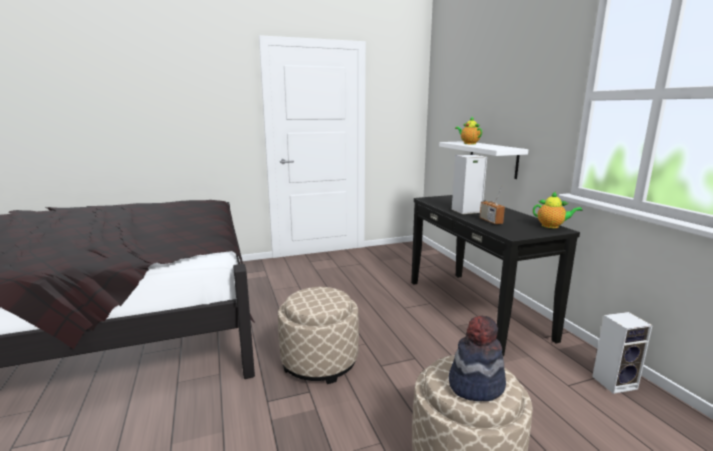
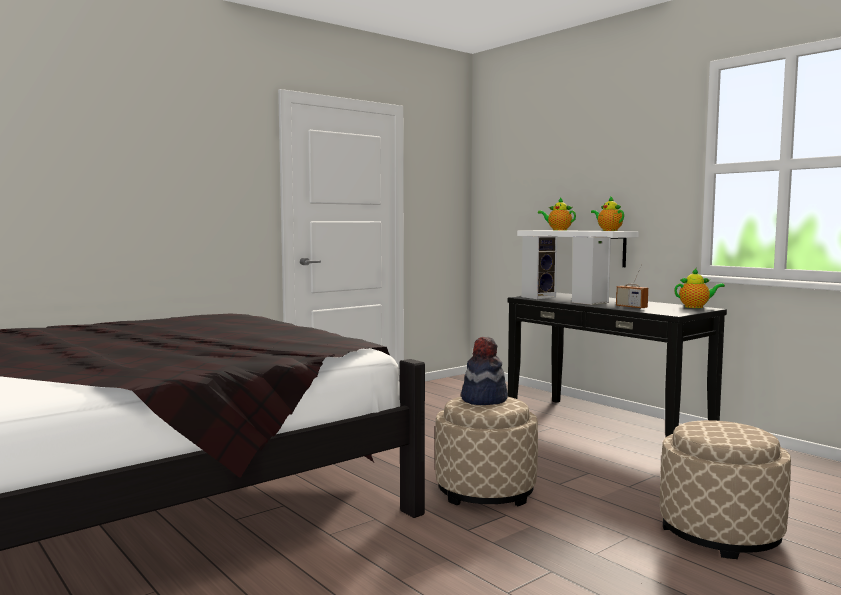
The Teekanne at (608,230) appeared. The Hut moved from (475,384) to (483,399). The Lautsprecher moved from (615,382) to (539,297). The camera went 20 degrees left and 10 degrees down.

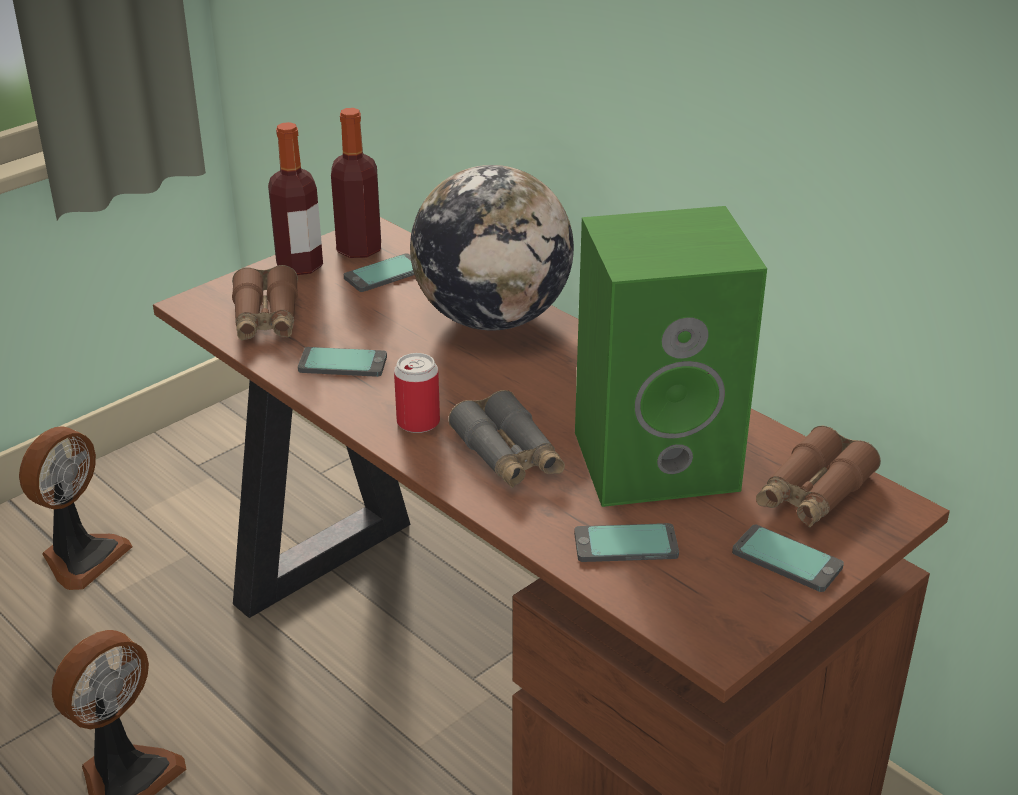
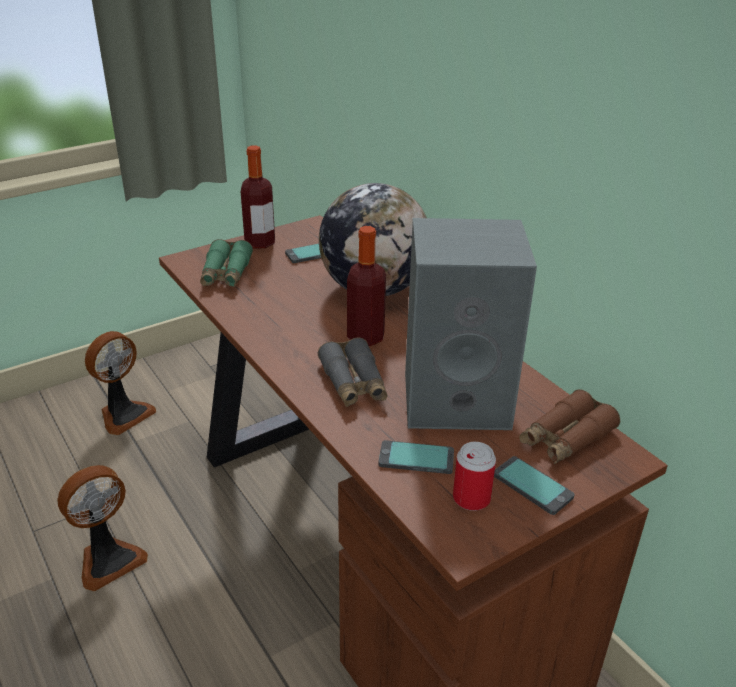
The Handy at (343,363) disappeared. The Flasche moved from (359,249) to (365,337). The Dose moved from (418,422) to (471,498). The Fernglas/braun at (266,318) became the Fernglas/grün at (226,274). The Lautsprecher/grün at (658,458) became the Lautsprecher/grau at (459,398). The camera went 10 degrees right and 0 degrees up.

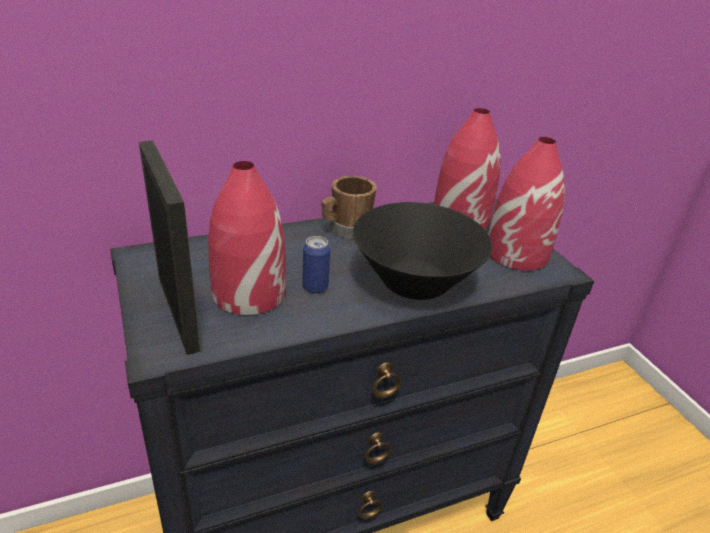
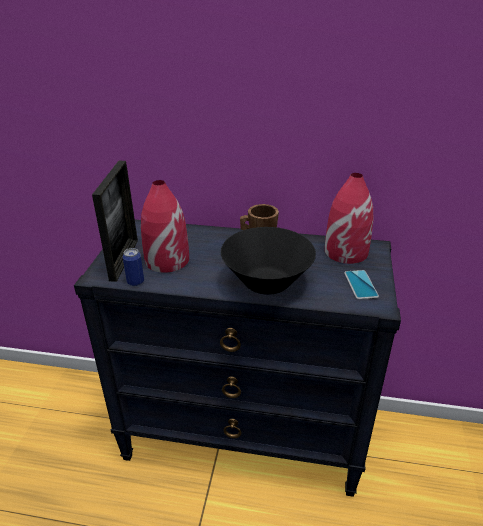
The Dose moved from (315,287) to (135,282). The Vase/rot at (516,253) was replaced by the Handy at (360,285). The camera went 35 degrees right and 0 degrees up.

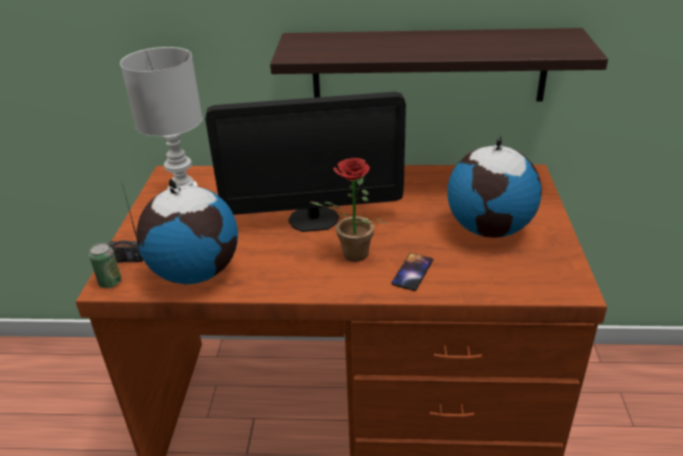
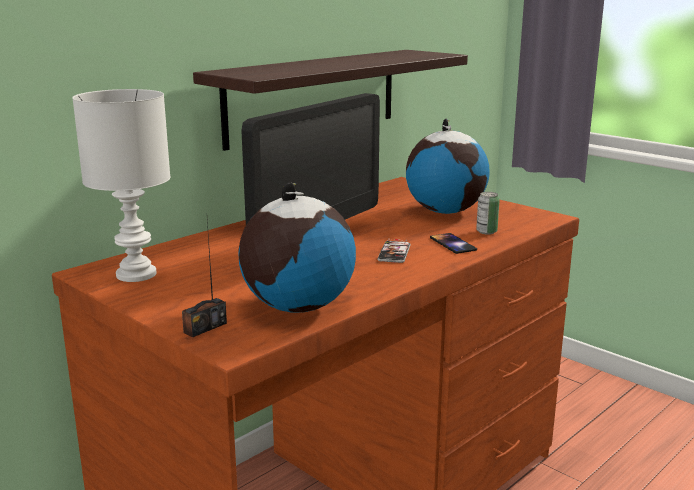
The Dose moved from (110,282) to (486,232). The Topfpflanze at (350,256) was replaced by the Handy at (394,253). The camera went 50 degrees left and 15 degrees down.

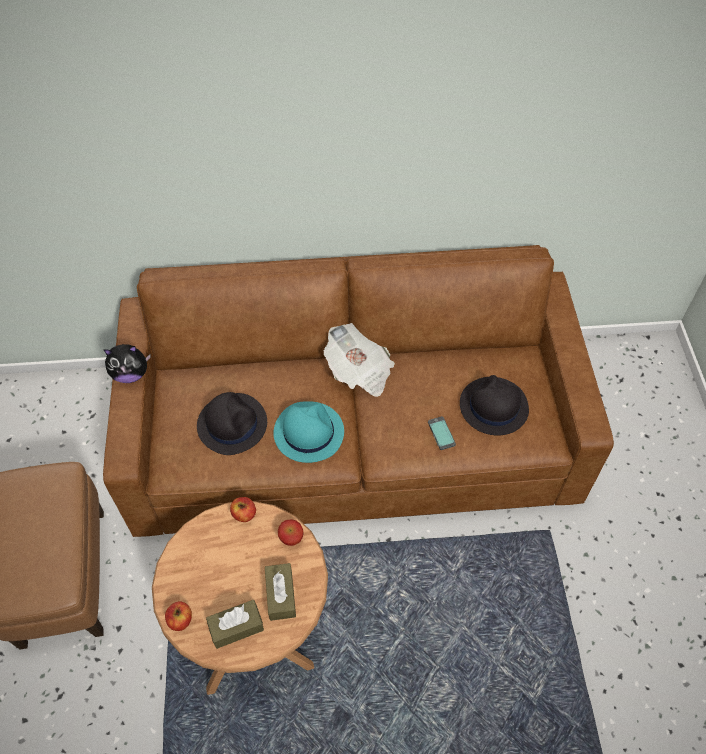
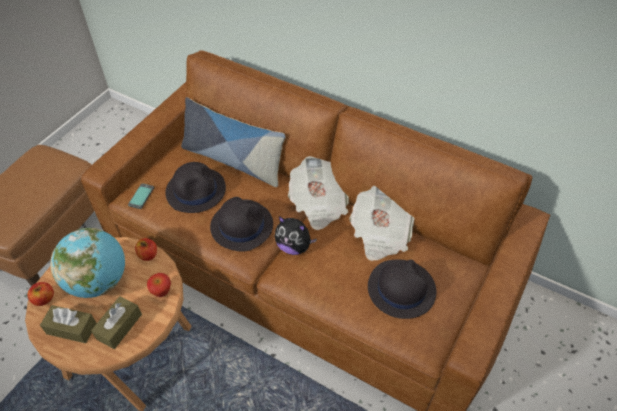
The Globus at (99,281) appeared. The Kissen at (233,161) appeared. The Zeitung at (380,233) appeared. The Plüschtier moved from (131,374) to (294,246). The Handy moved from (441,433) to (141,196). The Hut/türkis at (308,432) became the Hut/schwarz at (241,225). The camera went 35 degrees right and 5 degrees down.

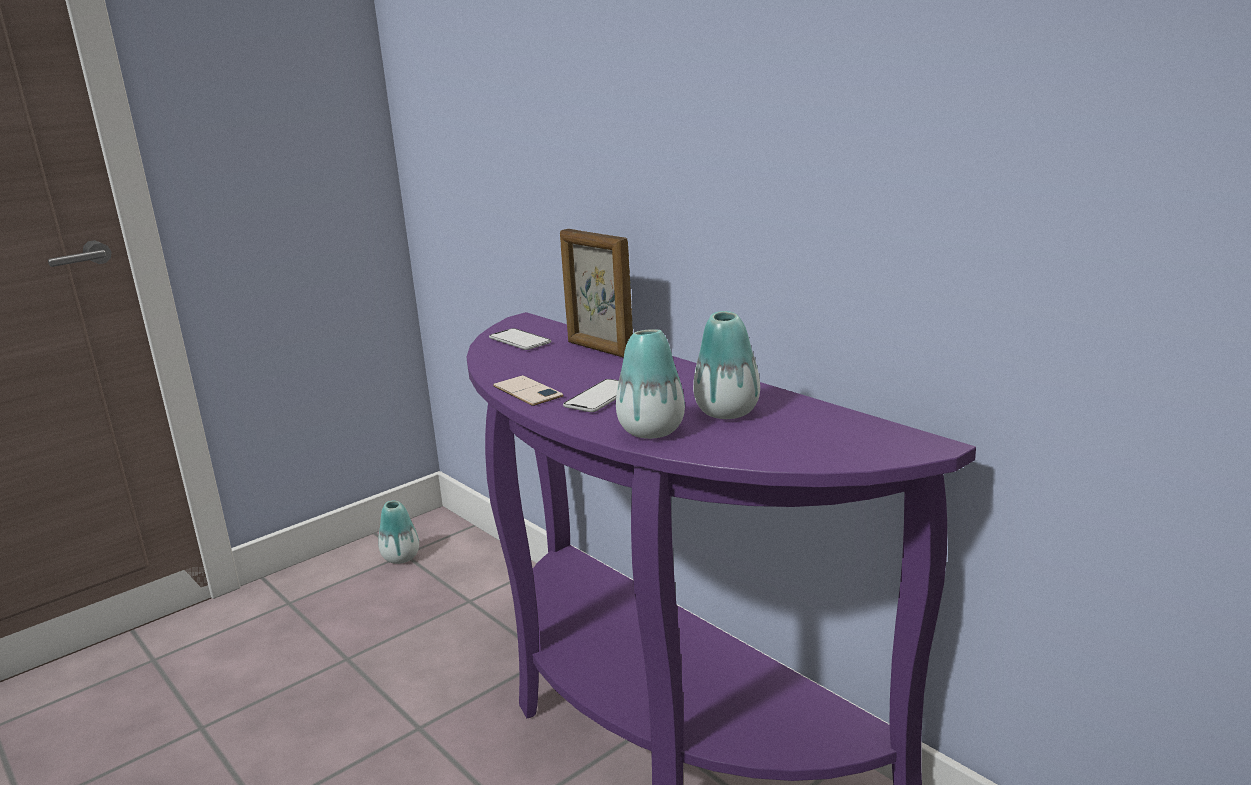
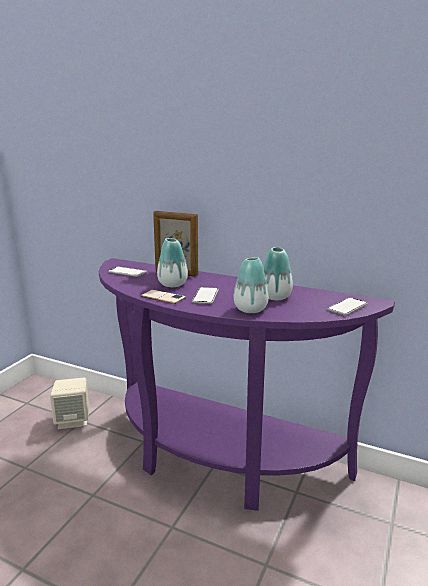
The Lautsprecher/beige at (73,420) appeared. The Handy at (347,307) appeared. The Vase moved from (401,557) to (172,284). The camera went 25 degrees left and 0 degrees up.

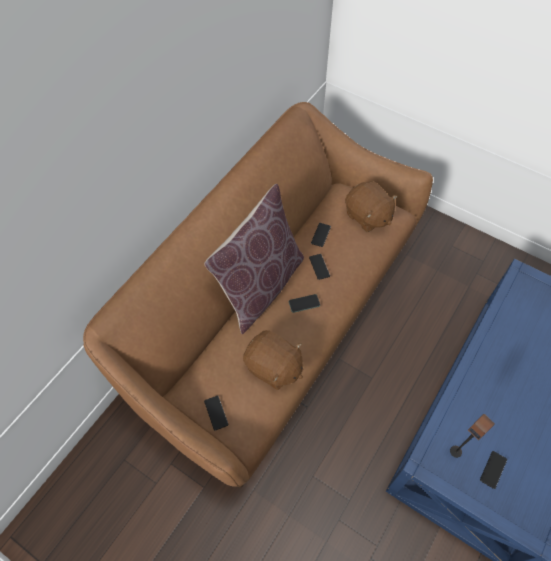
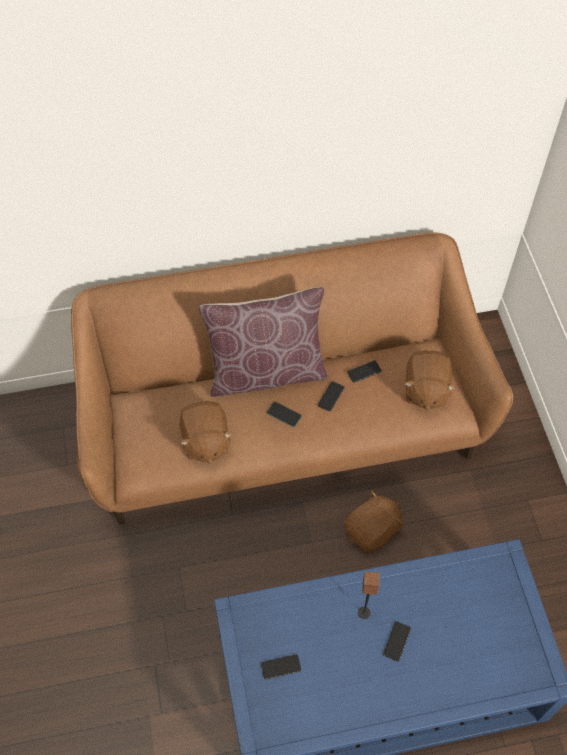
The Plüschtier/braun at (373,531) appeared. The Handy moved from (216,413) to (397,641). The Lautsprecher moved from (456,451) to (364,613). The camera went 45 degrees right and 0 degrees up.

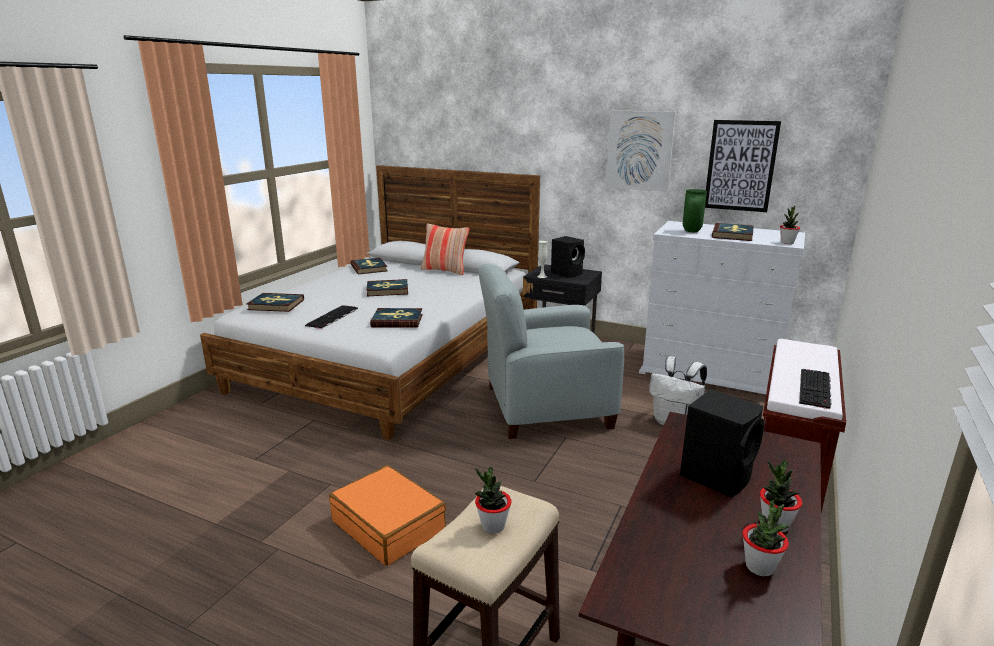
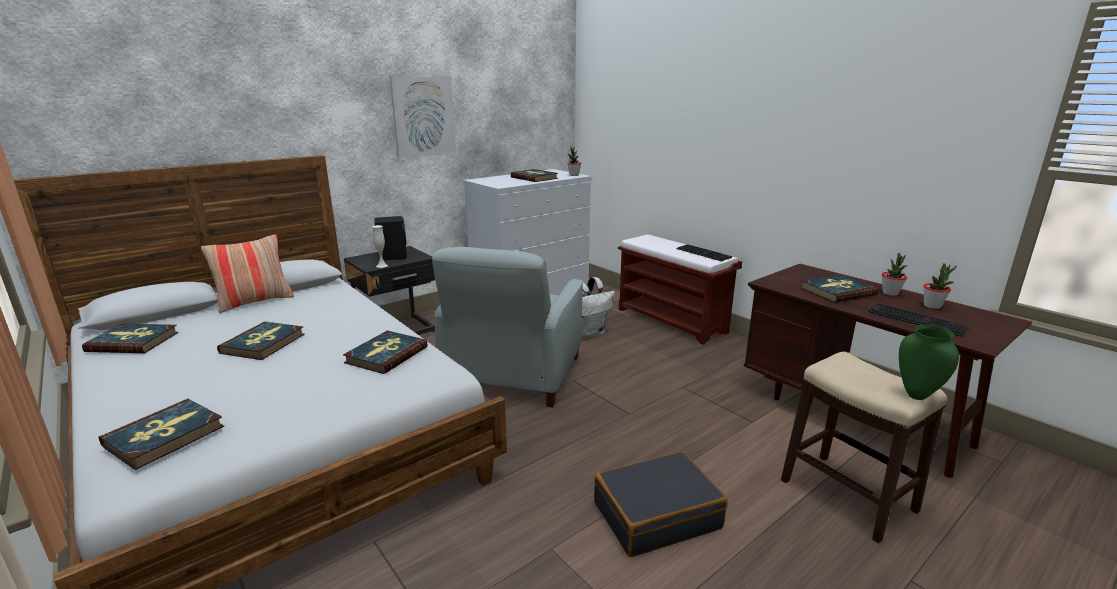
The Topfpflanze at (493,526) disappeared. The Bild at (740,166) disappeared. The Tastatur moved from (332,317) to (918,320). The Vase/grün moved from (691,231) to (916,395). The Lautsprecher/schwarz at (717,475) was replaced by the Buch at (837,291). The Koffer/orange at (389,526) became the Koffer/schwarz at (656,515). The camera went 65 degrees left and 0 degrees up.

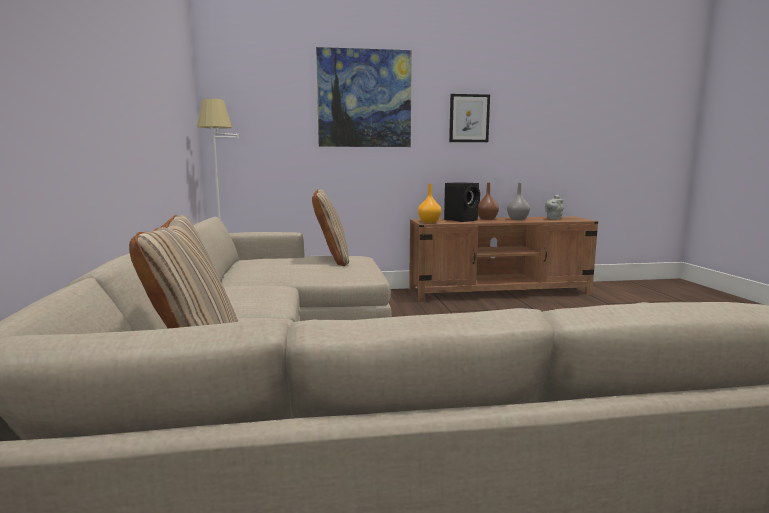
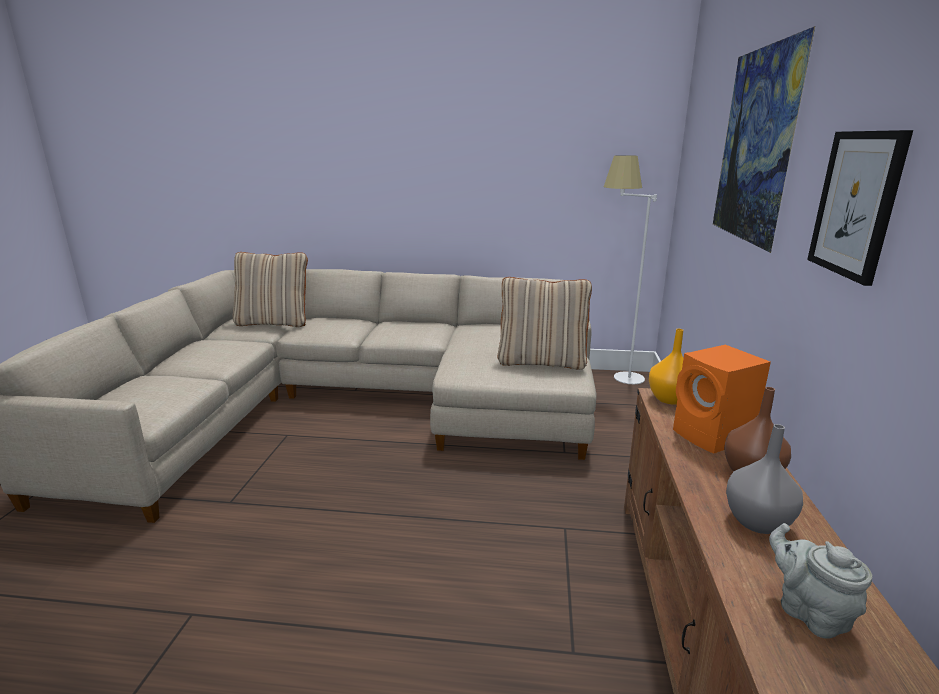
The Lautsprecher/schwarz at (462,220) became the Lautsprecher/orange at (714,436). The camera went 105 degrees right and 10 degrees up.

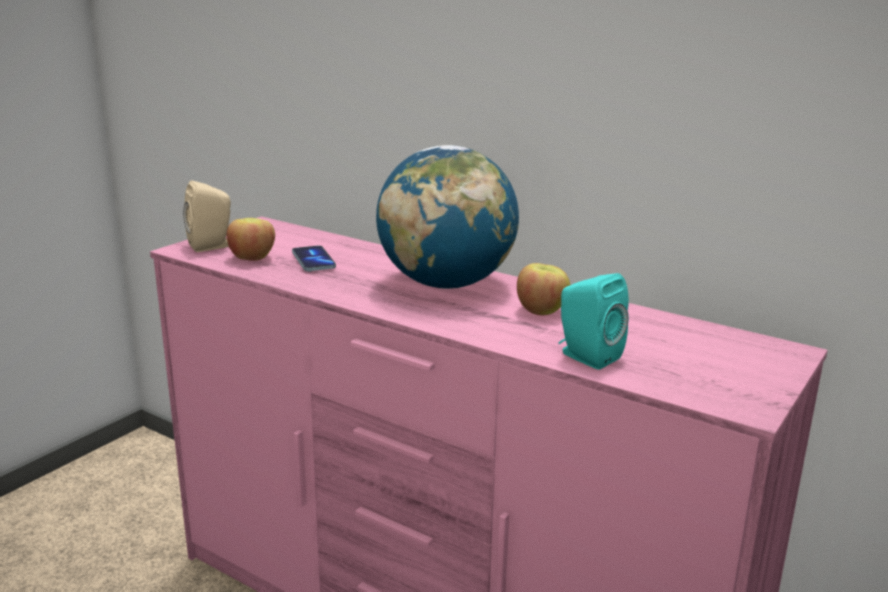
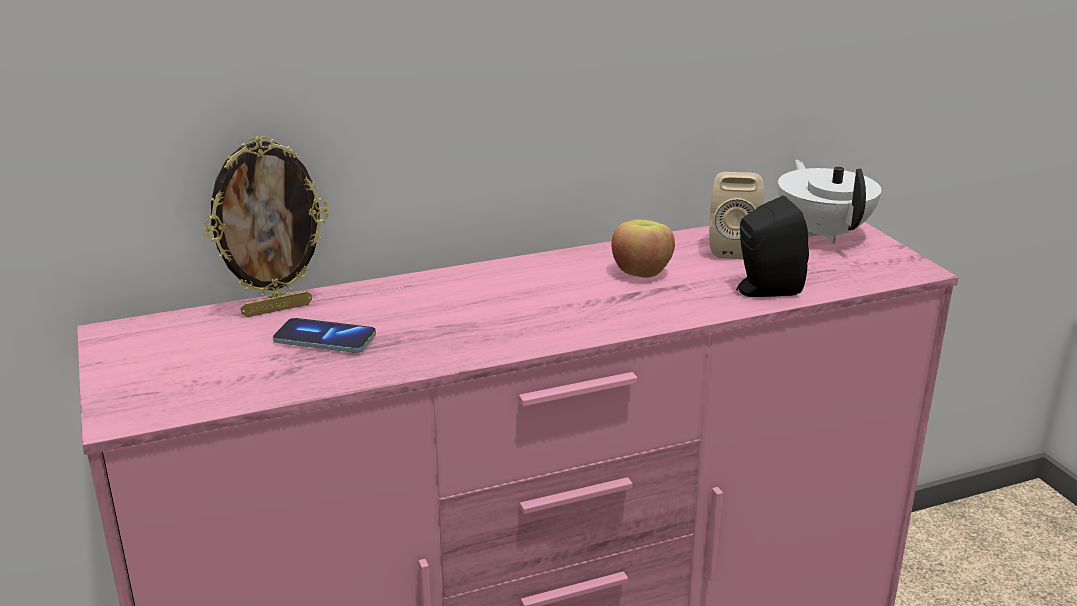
The Apfel at (252,258) disappeared. The Globus at (446,284) disappeared. The Bilderrahmen at (277,308) appeared. The Teekanne/weiß at (823,233) appeared. The Lautsprecher/beige moved from (213,246) to (731,248). The Lautsprecher/türkis at (586,356) became the Lautsprecher/schwarz at (764,290). The camera went 55 degrees left and 5 degrees up.

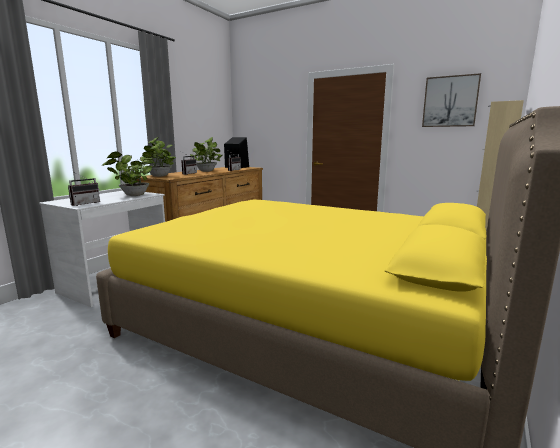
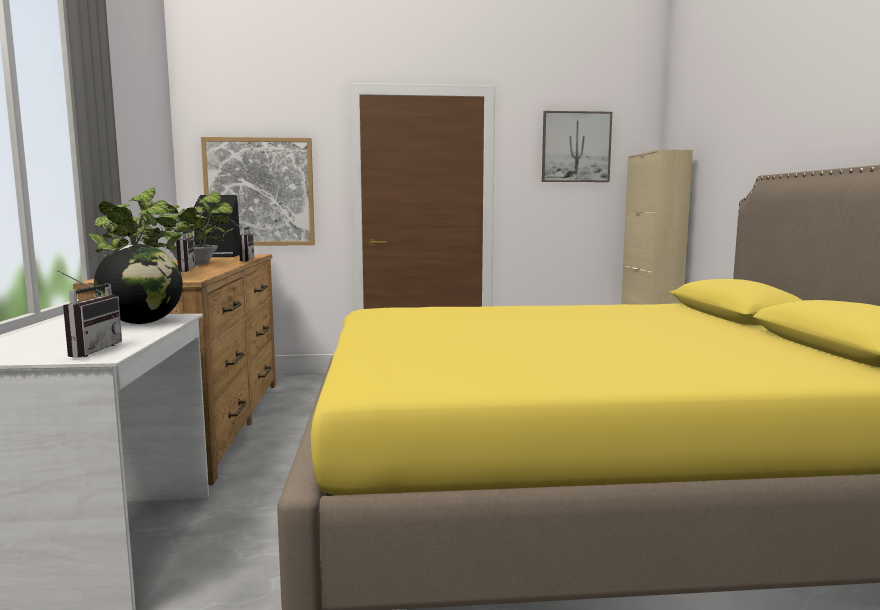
The Bild at (259,192) appeared. The Topfpflanze at (133,195) was replaced by the Globus at (142,323). The camera went 35 degrees left and 5 degrees down.

